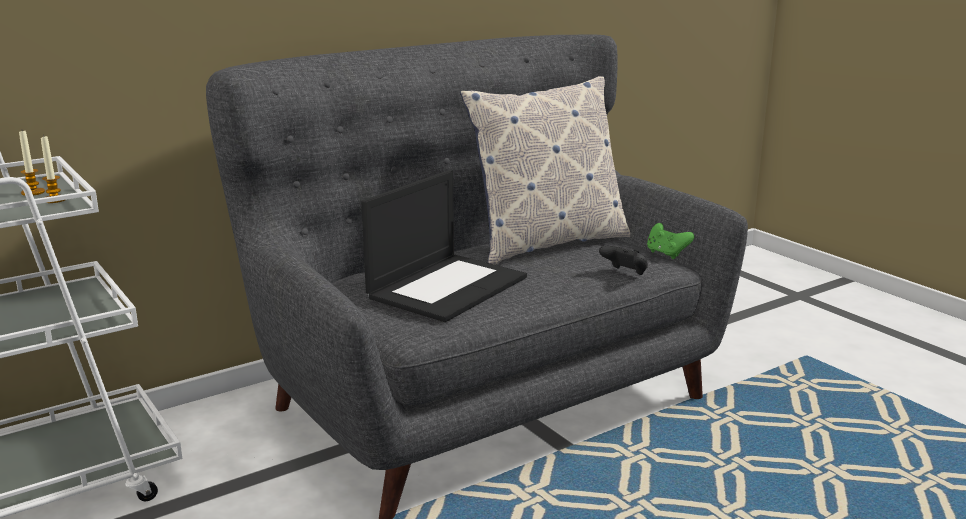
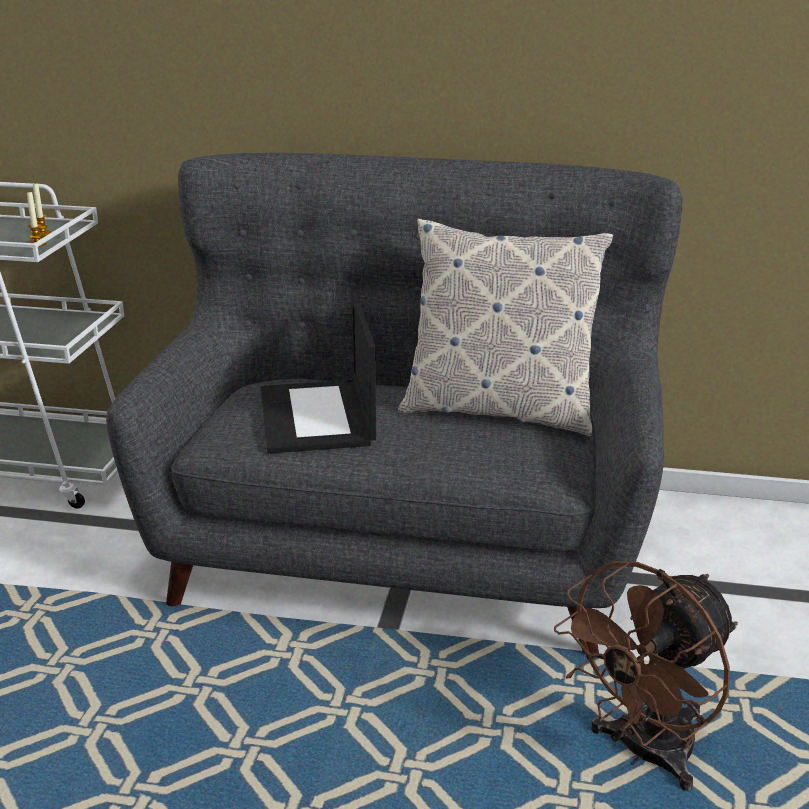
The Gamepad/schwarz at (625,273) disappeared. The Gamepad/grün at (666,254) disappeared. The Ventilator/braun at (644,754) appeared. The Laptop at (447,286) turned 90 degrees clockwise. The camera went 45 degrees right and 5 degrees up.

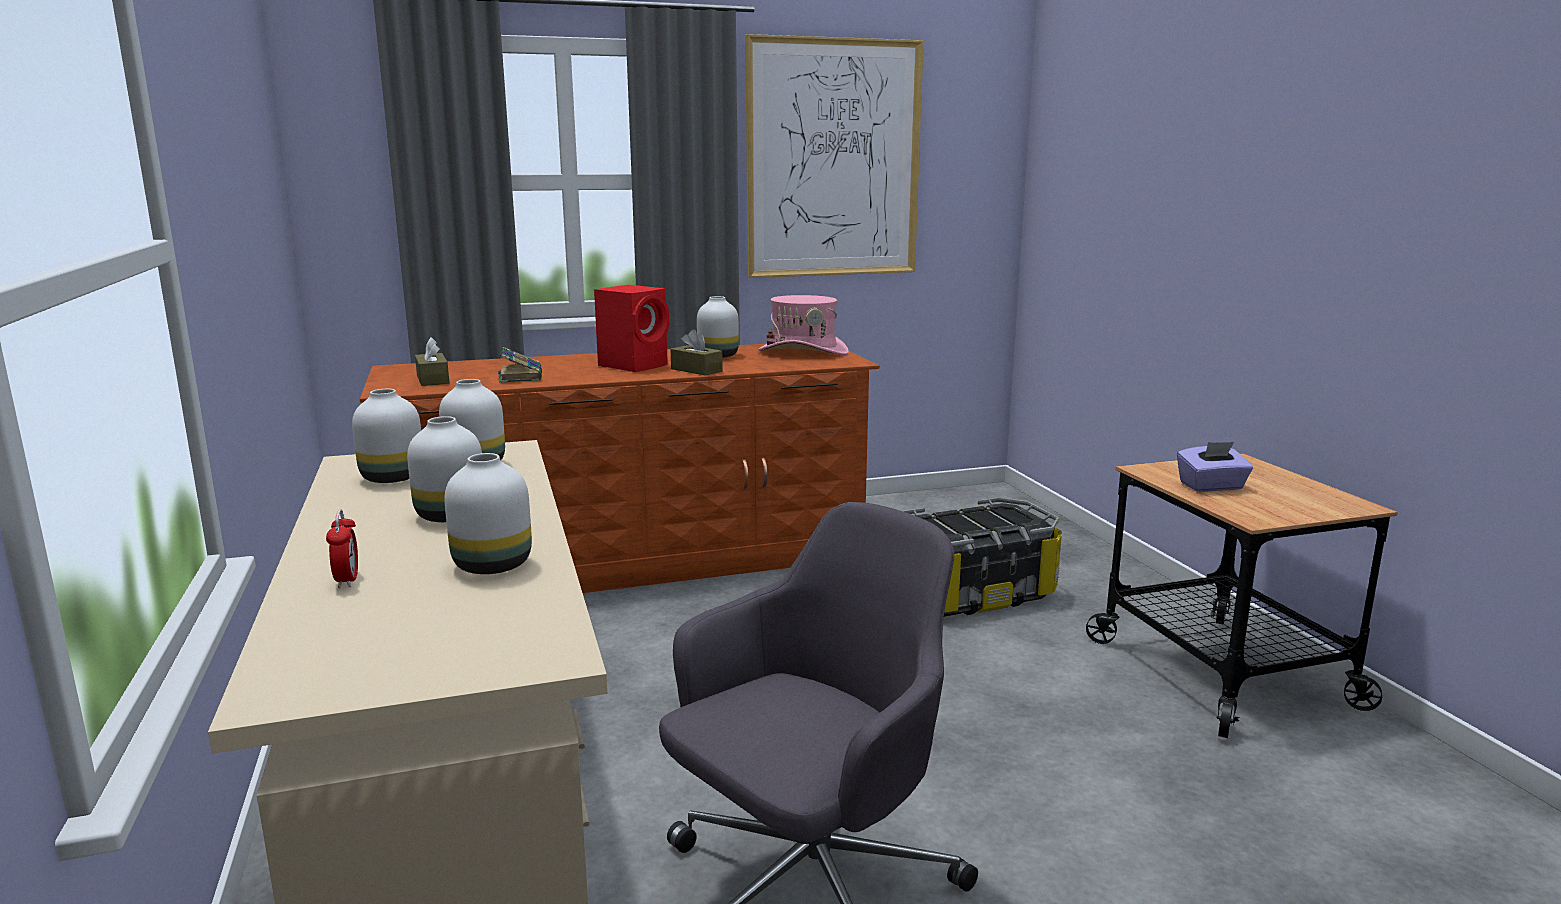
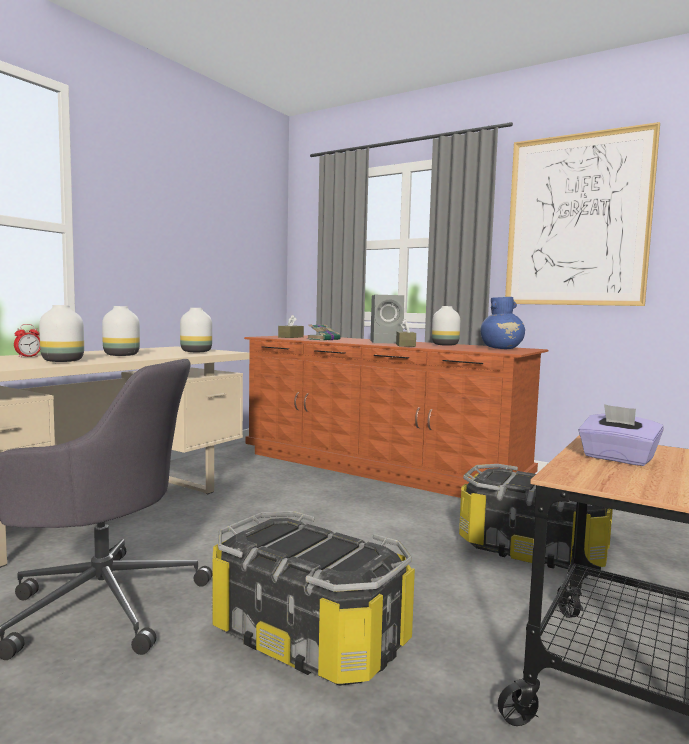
The Vase/weiß at (391,477) disappeared. The Aufbewahrungsbox at (309,636) appeared. The Hut/rosa at (803,352) was replaced by the Vase/blau at (502,348). The Lautsprecher/rot at (635,365) became the Lautsprecher/grau at (387,342). The camera went 50 degrees right and 10 degrees down.

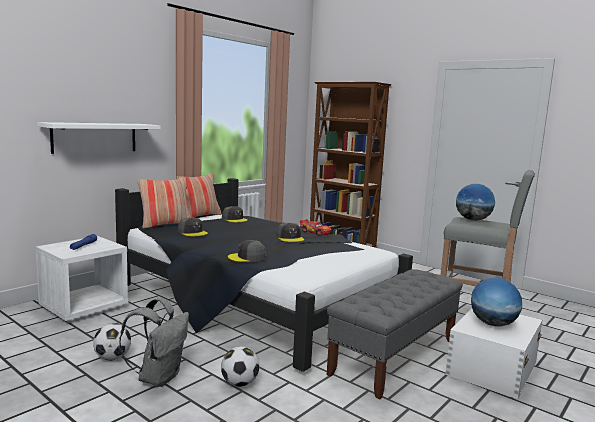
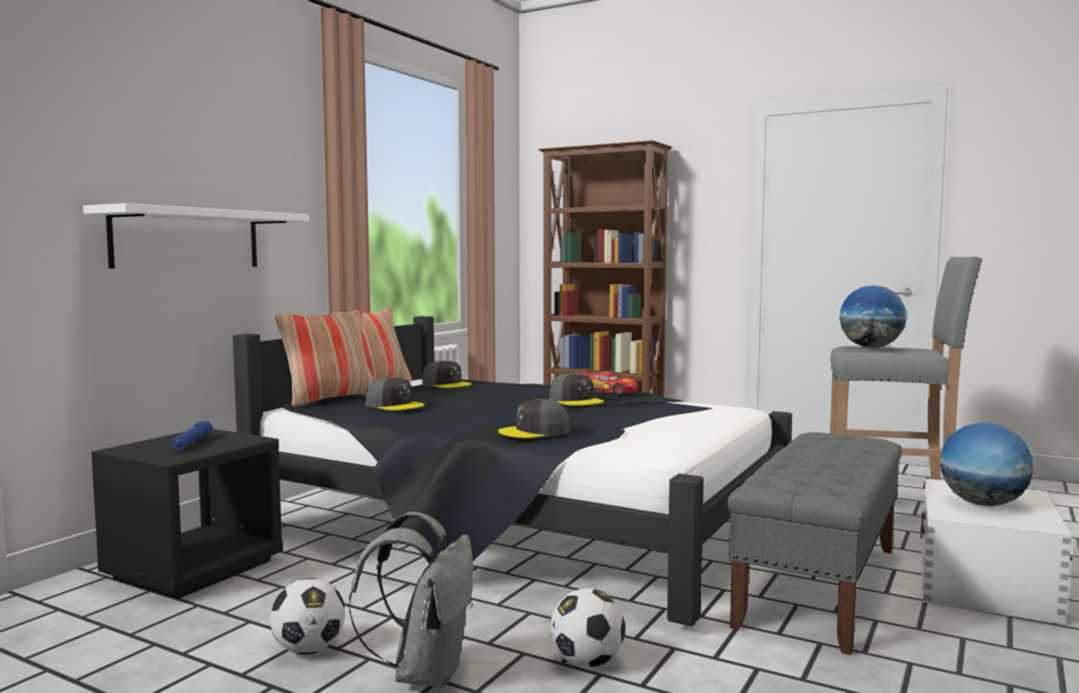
The Nachttisch/weiß at (84,307) became the Nachttisch/schwarz at (194,569). The camera went 10 degrees left and 5 degrees down.

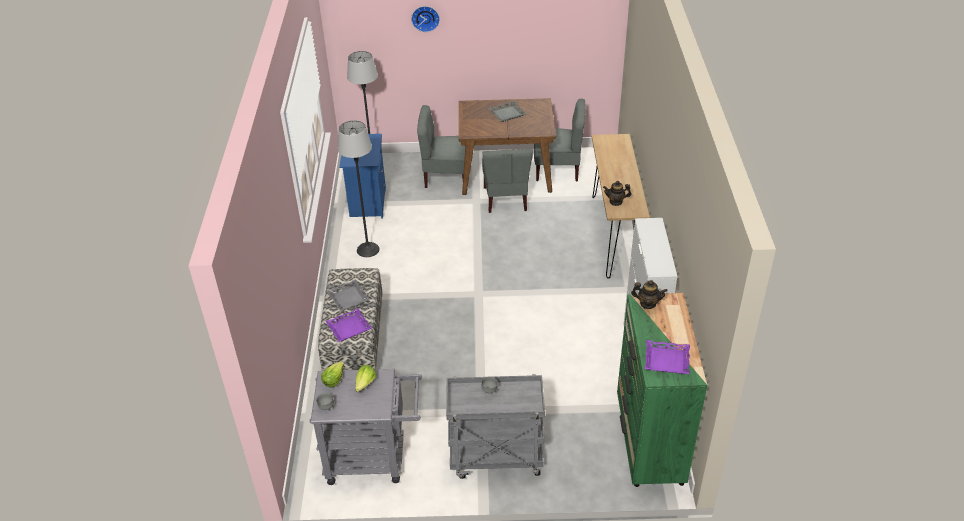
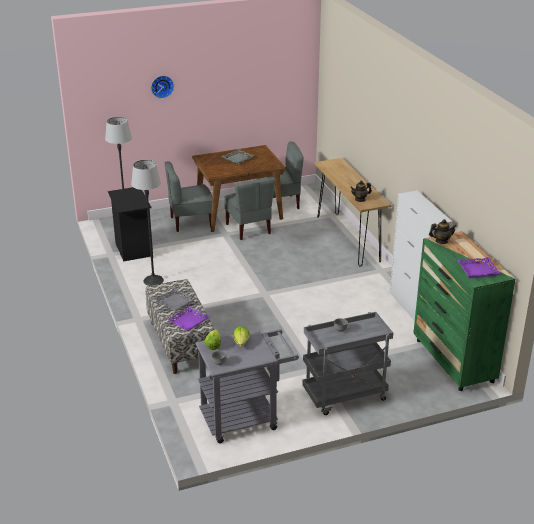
The Nachttisch/blau at (367,203) became the Nachttisch/schwarz at (133,249). The camera went 20 degrees left and 10 degrees down.

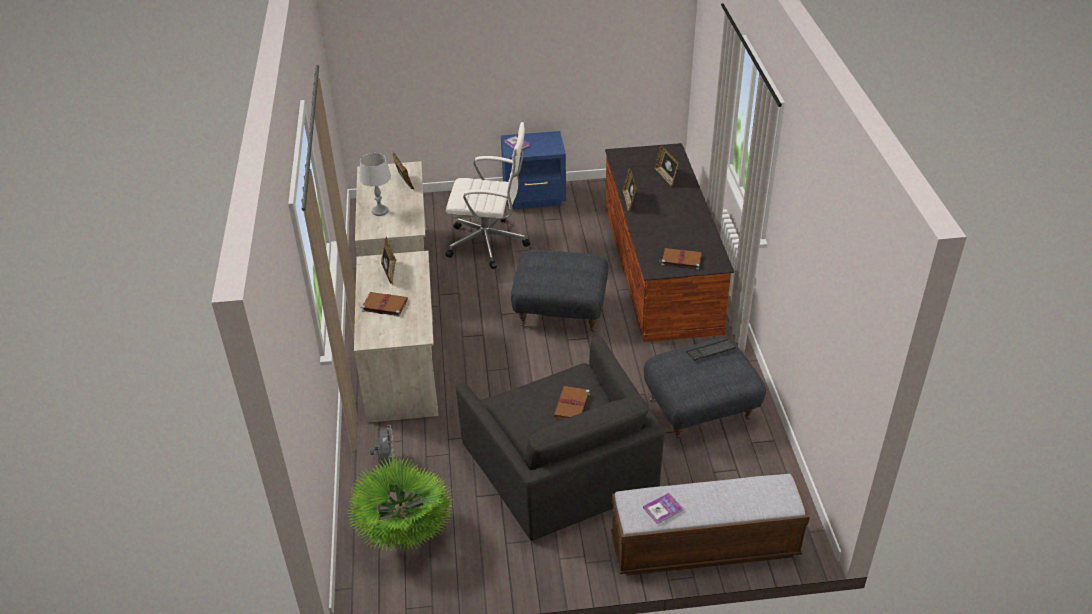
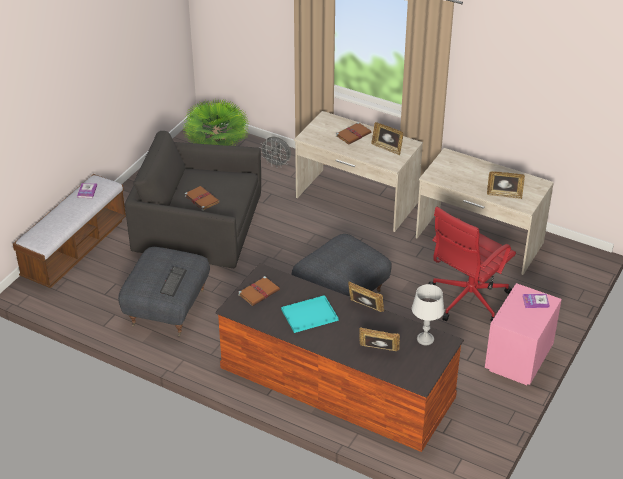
The Tablett/türkis at (308,315) appeared. The Tischlampe/grau moved from (380,211) to (425,339). The Bürostuhl/weiß at (489,244) became the Bürostuhl/rot at (467,300). The Nachttisch/blau at (535,197) became the Nachttisch/rosa at (517,360). The camera went 125 degrees right and 0 degrees up.

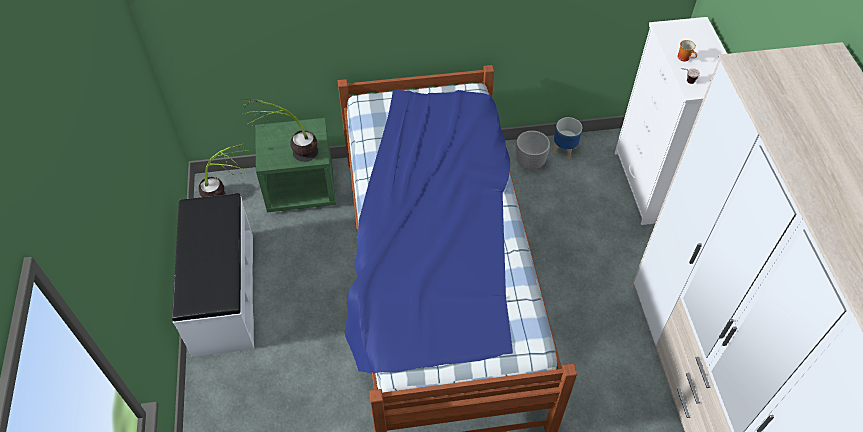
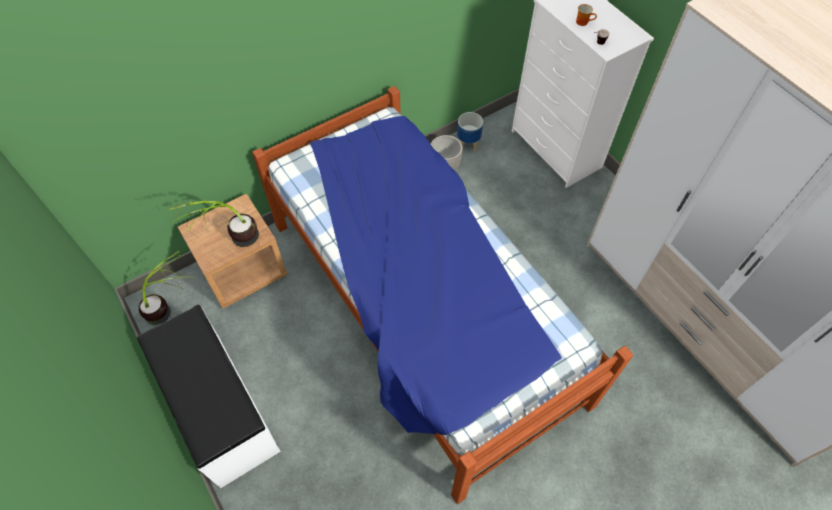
The Nachttisch/grün at (301,188) became the Nachttisch/braun at (243,270). The camera went 25 degrees left and 5 degrees up.

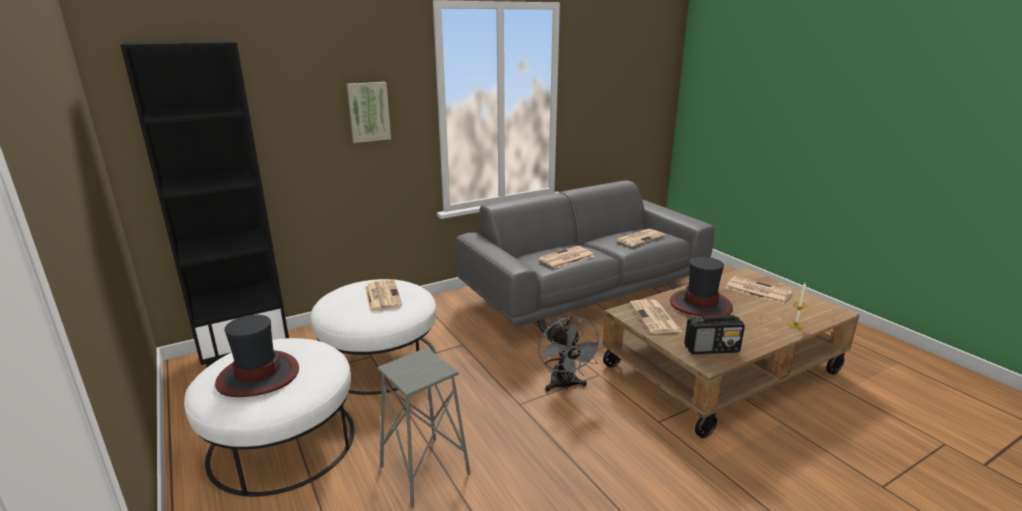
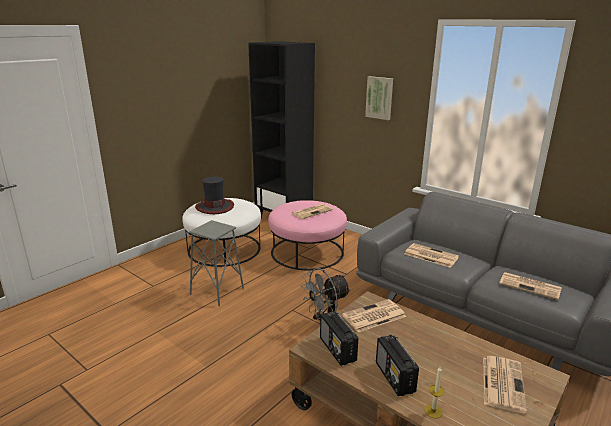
The Hut at (701,305) disappeared. The Radio at (395,378) appeared. The Polsterhocker/weiß at (379,360) became the Polsterhocker/rosa at (307,252). The camera went 70 degrees right and 0 degrees up.

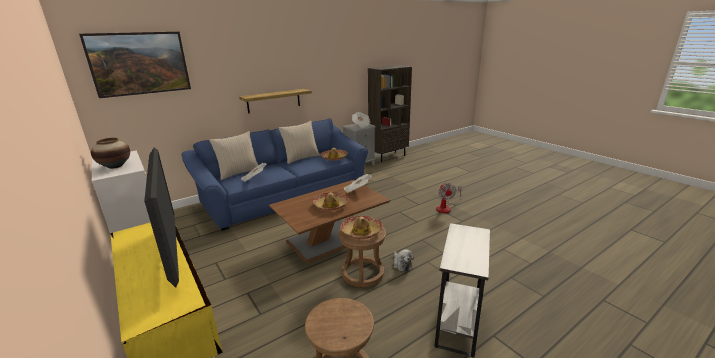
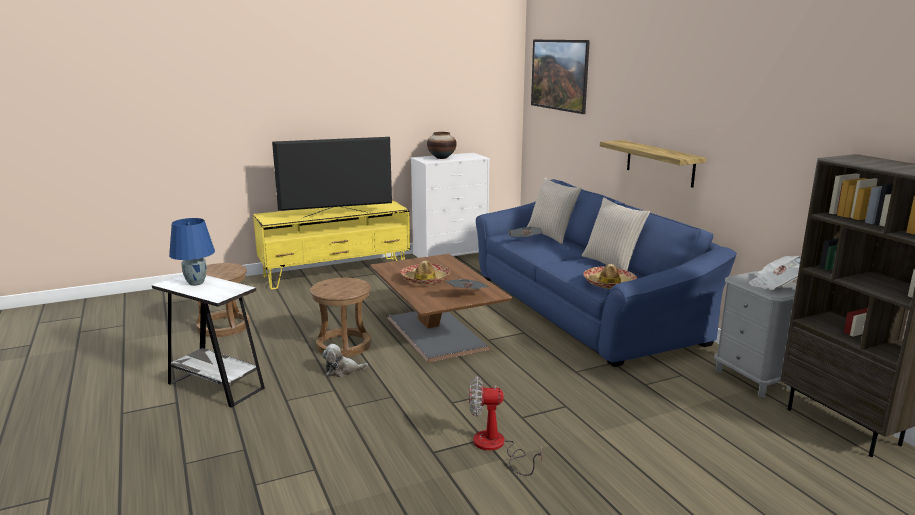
The Hut at (361,231) disappeared. The Tischlampe/blau at (196,283) appeared. The camera went 100 degrees right and 5 degrees down.

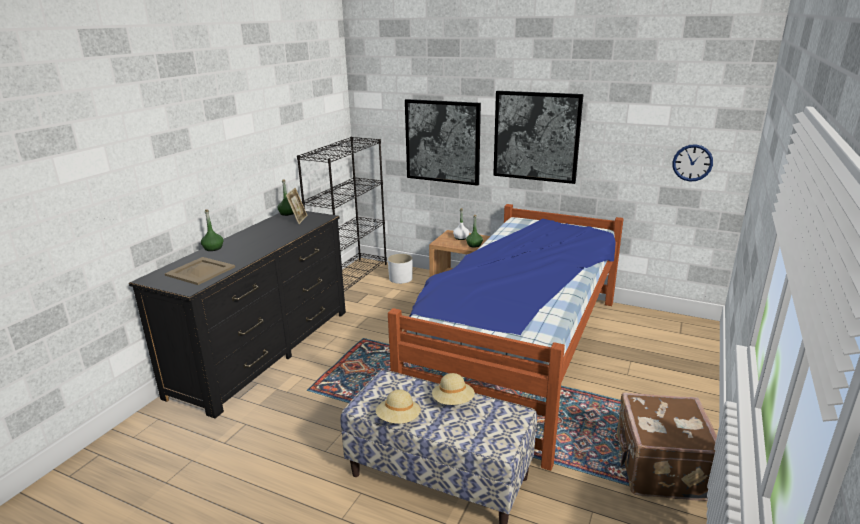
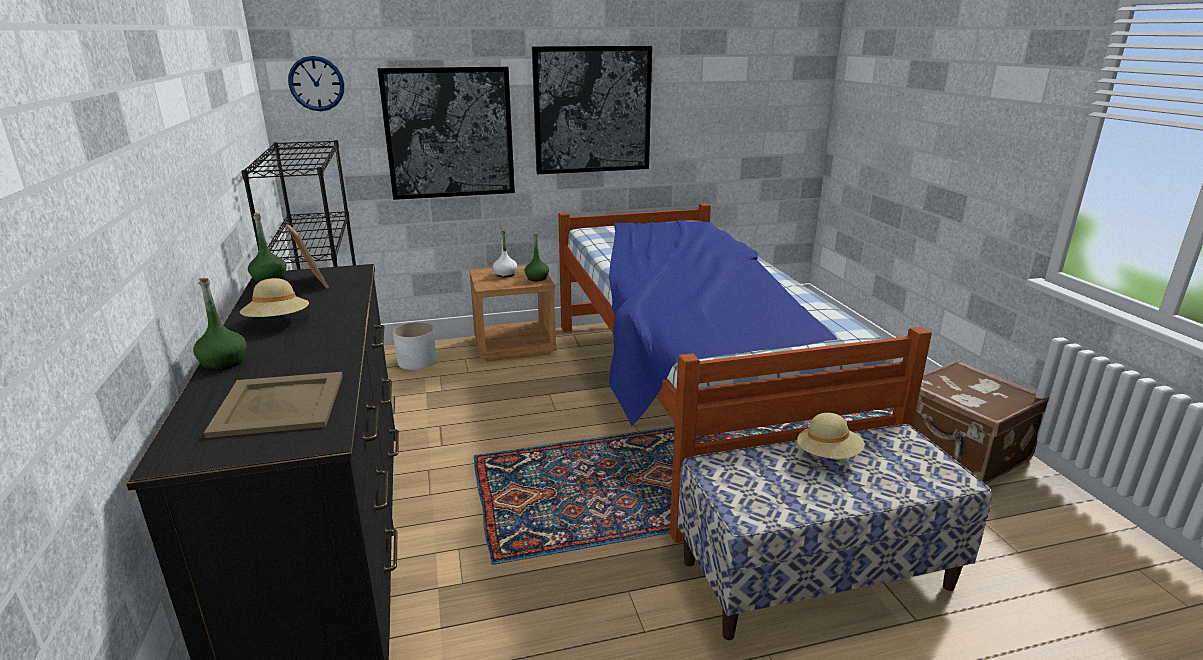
The Hut/beige moved from (398,419) to (278,322). The Wanduhr moved from (692,162) to (316,83). The camera went 40 degrees left and 0 degrees up.

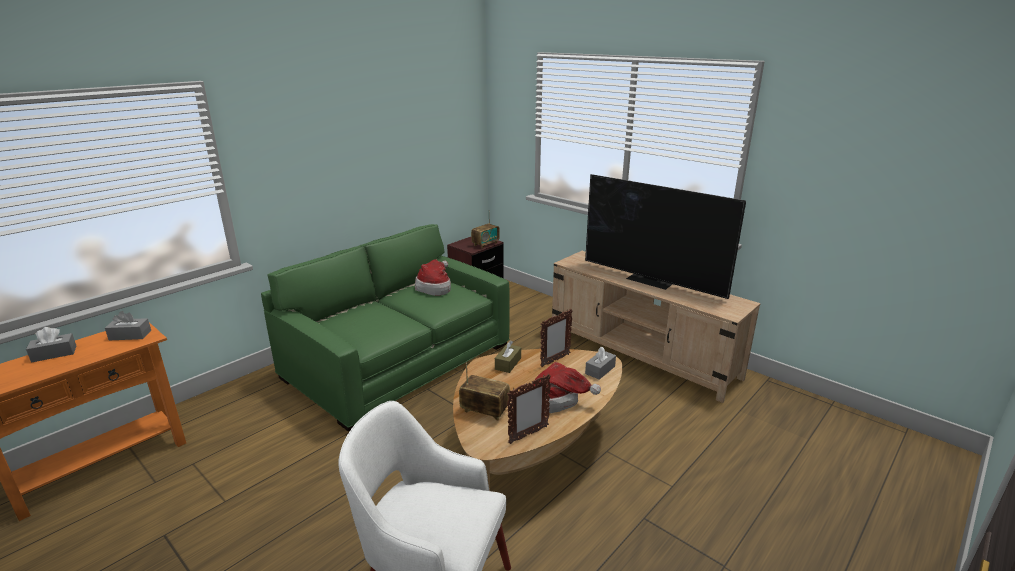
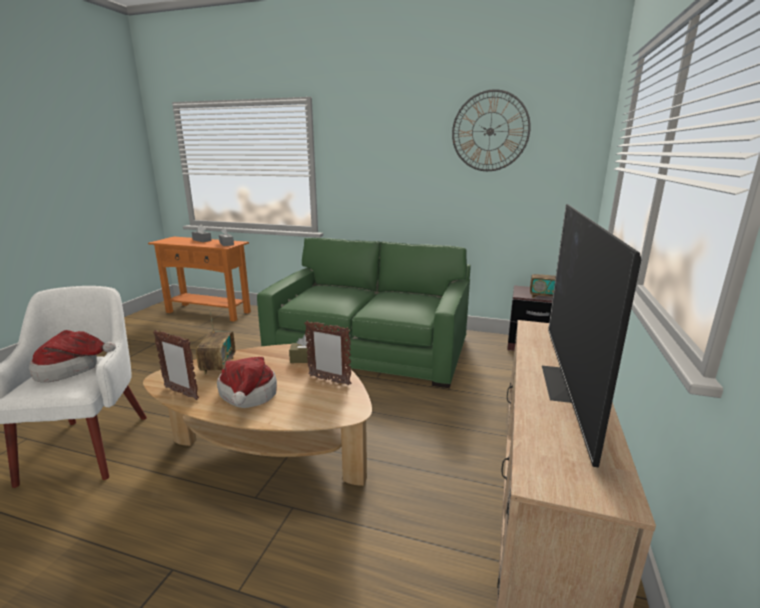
The Taschentuchbox/grau at (600,370) disappeared. The Wanduhr at (490,131) appeared. The Hut moved from (435,287) to (72,369). The camera went 65 degrees right and 5 degrees down.

